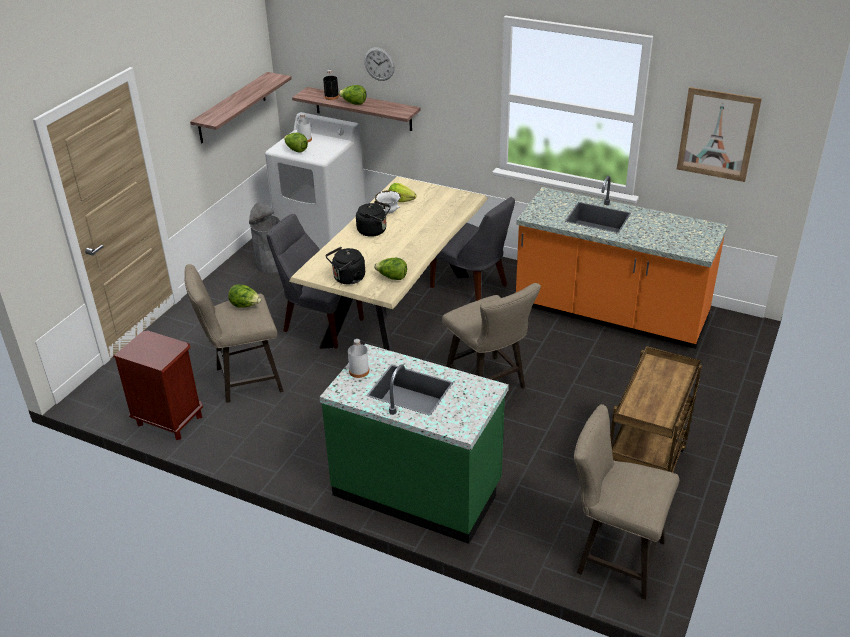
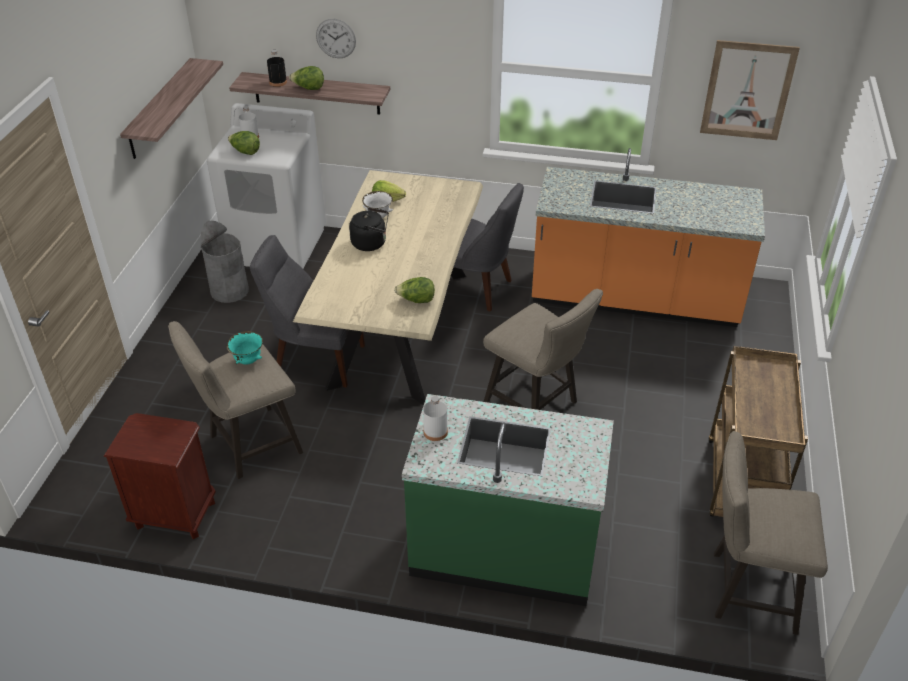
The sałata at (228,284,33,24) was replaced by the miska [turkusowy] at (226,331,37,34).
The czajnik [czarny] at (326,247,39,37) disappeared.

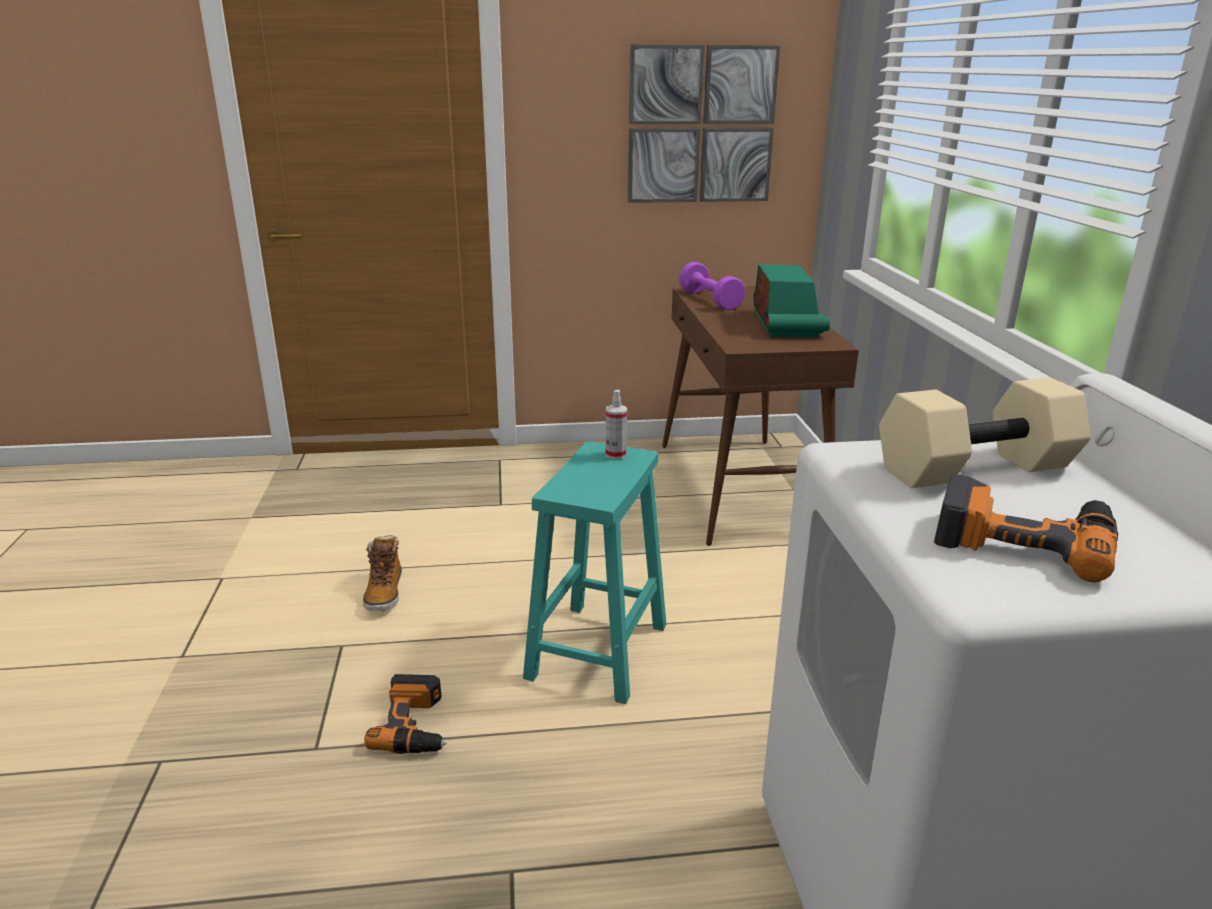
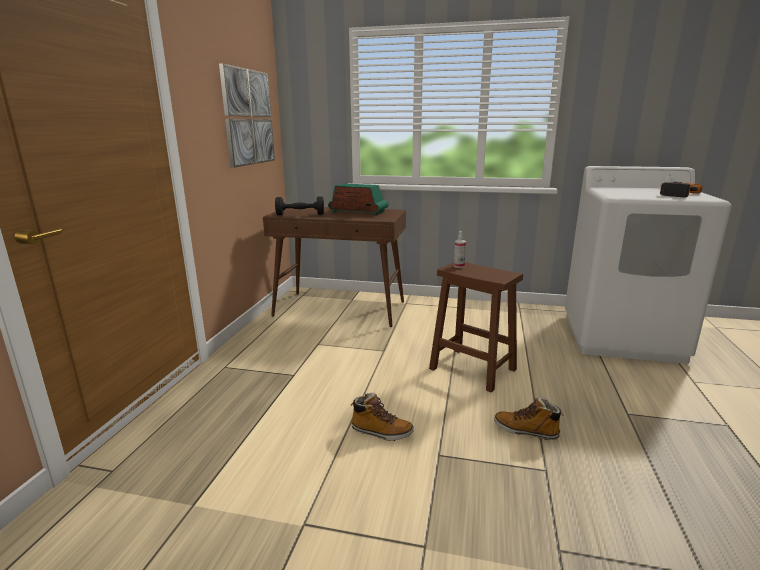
The hantel [fioletowy] at (679,262,66,48) became the hantel [czarny] at (275,196,49,19).
The stołek [turkusowy] at (523,441,144,263) became the stołek [brązowy] at (429,262,94,131).
The wiertarka at (364,674,83,80) was replaced by the but z cholewką at (494,397,70,43).
The hantel [beżowy] at (879,378,212,110) disappeared.

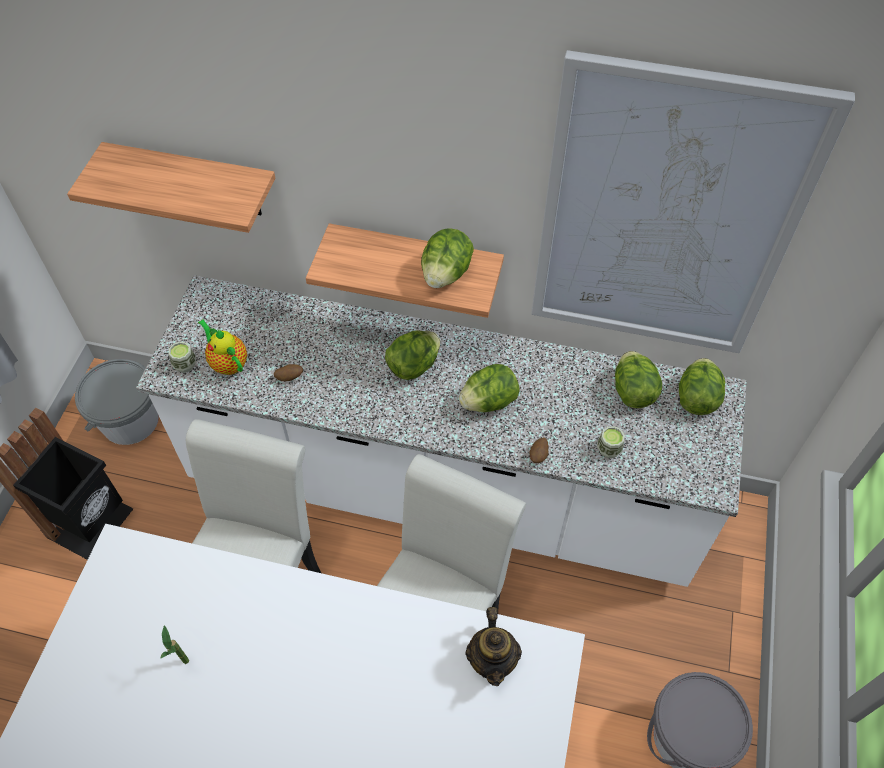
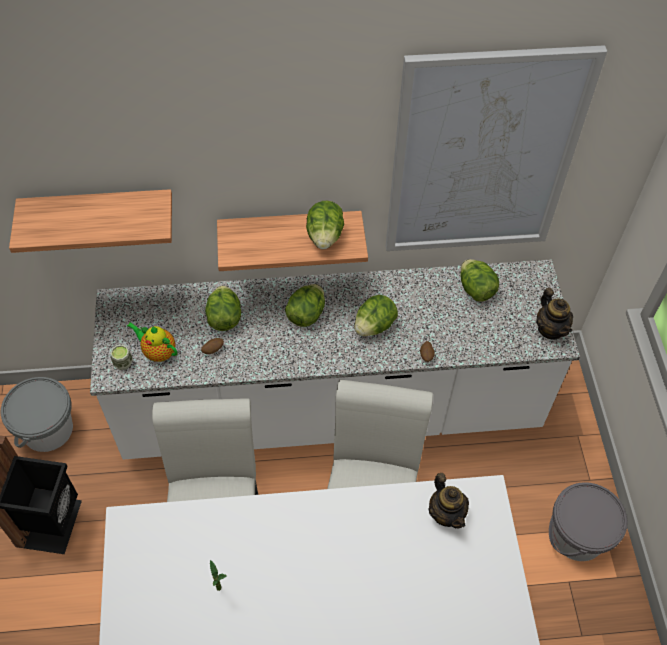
The sałata moved from (679,358,46,57) to (205,285,36,46).
The imbryk at (536,288,37,52) appeared.
The filiżanka at (597,426,28,32) disappeared.

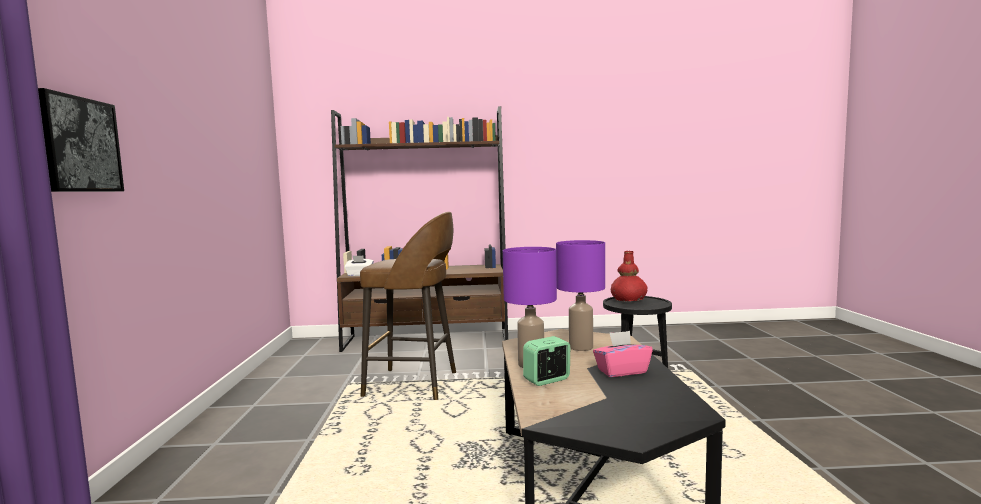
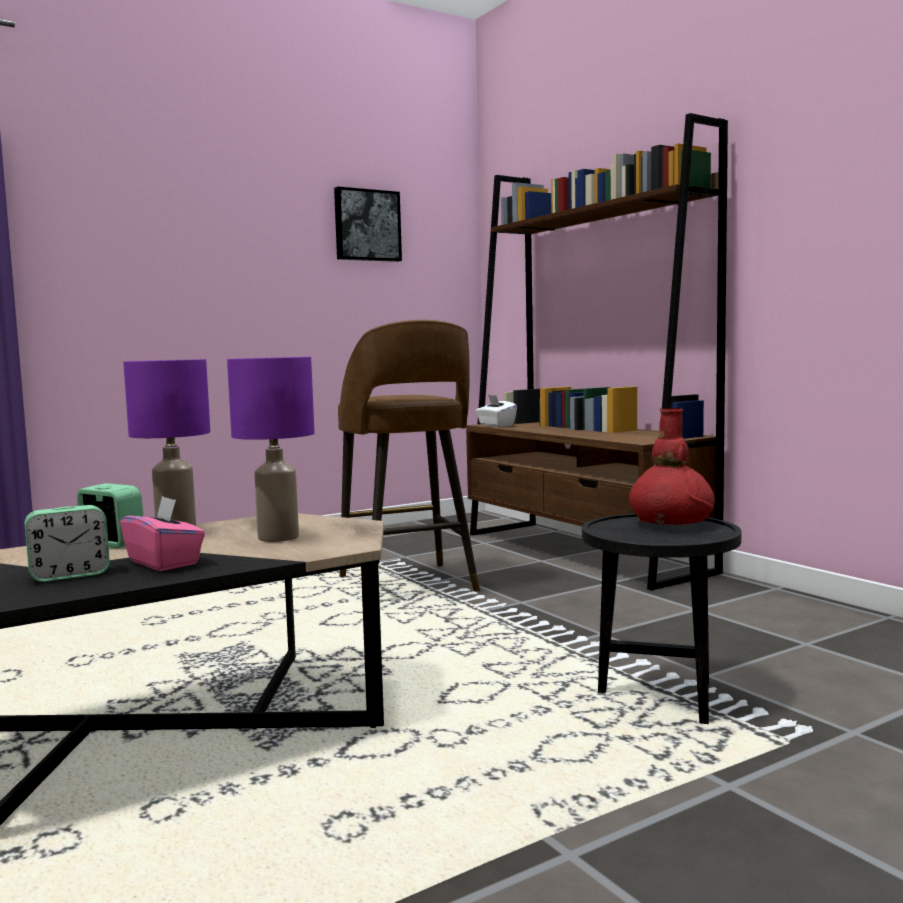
The budzik at (25,505,85,77) appeared.
The obraz moved from (38,88,86,104) to (334,187,68,75).

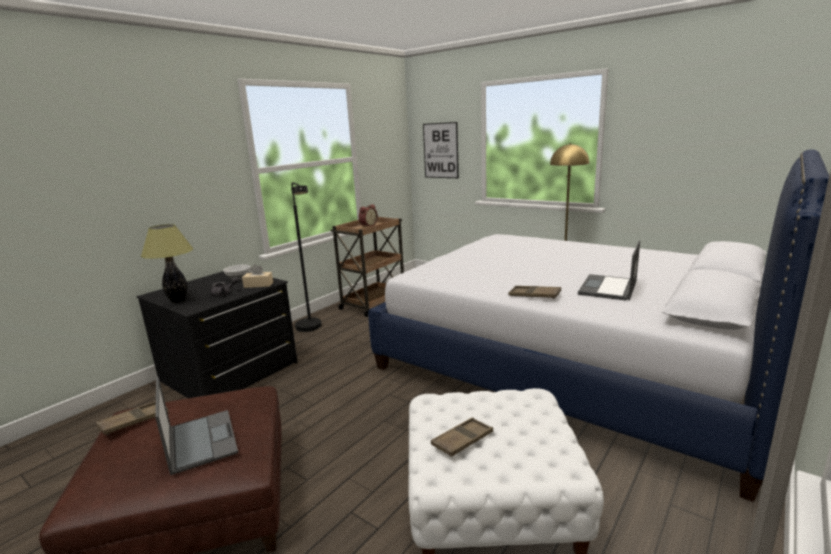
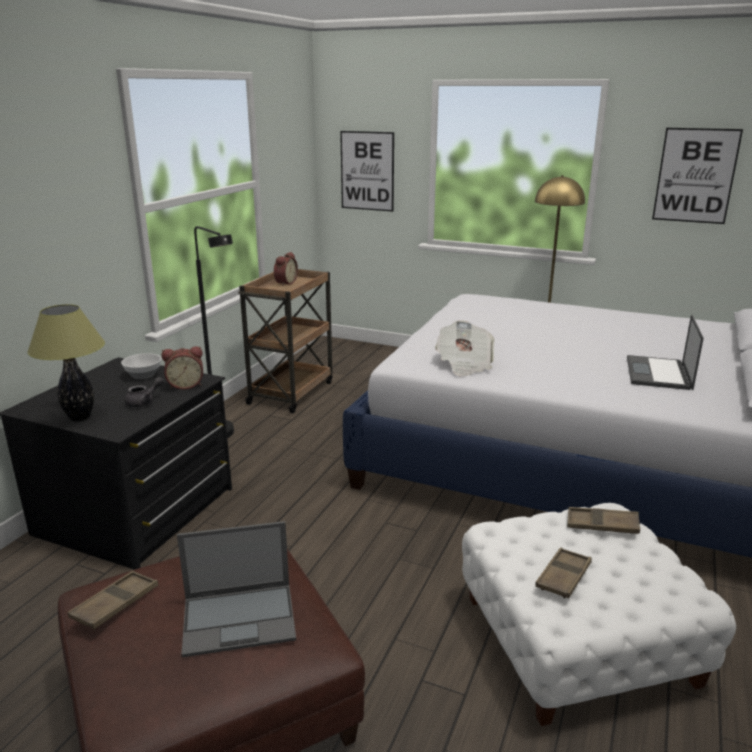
The pudełko chusteczek [beżowy] at (242,264,31,24) was replaced by the budzik at (161,346,42,44).
The laptop at (155,377,83,98) turned 120 degrees clockwise.
The gazeta at (435,320,60,56) appeared.
The taca [brązowy] moved from (508,286,53,13) to (567,507,73,27).
The obraz at (652,128,91,96) appeared.

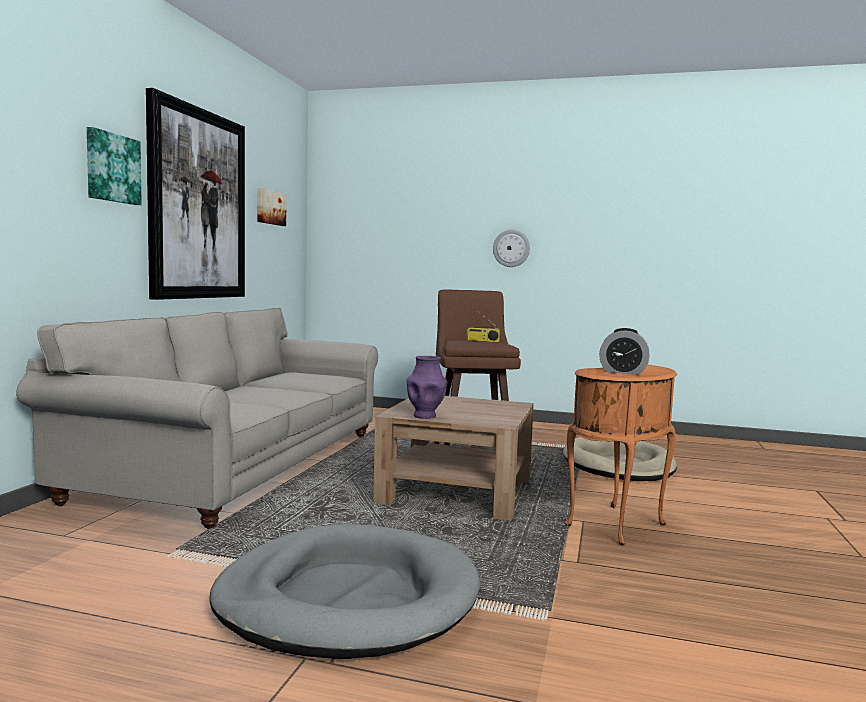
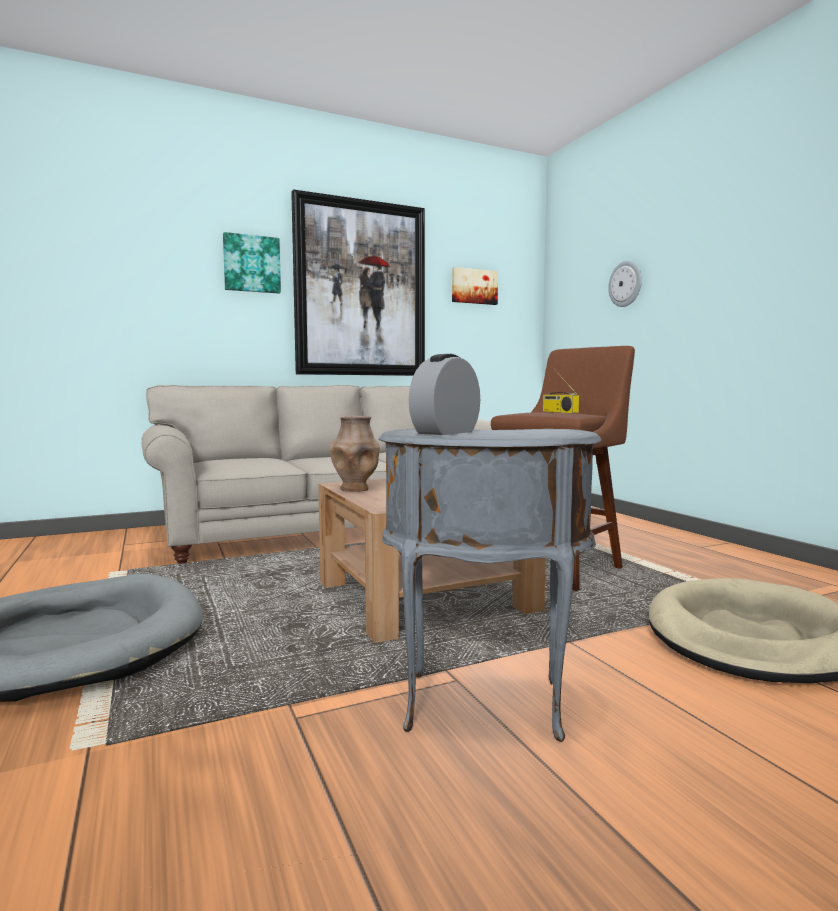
The wazon [fioletowy] at (406,356,41,63) became the wazon [brązowy] at (330,416,50,76).
The stolik [pomarańczowy] at (564,364,113,182) became the stolik [szary] at (379,429,222,313).
The budzik at (599,328,51,47) turned 60 degrees clockwise.
The zegar ścienny moved from (493,229,37,38) to (608,261,34,46).

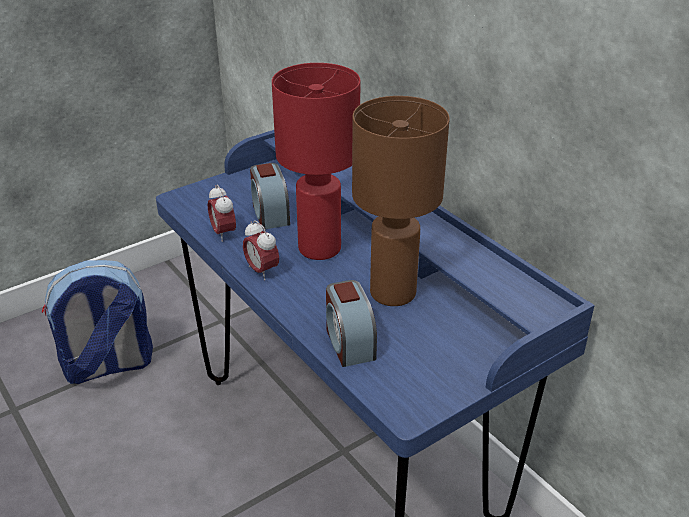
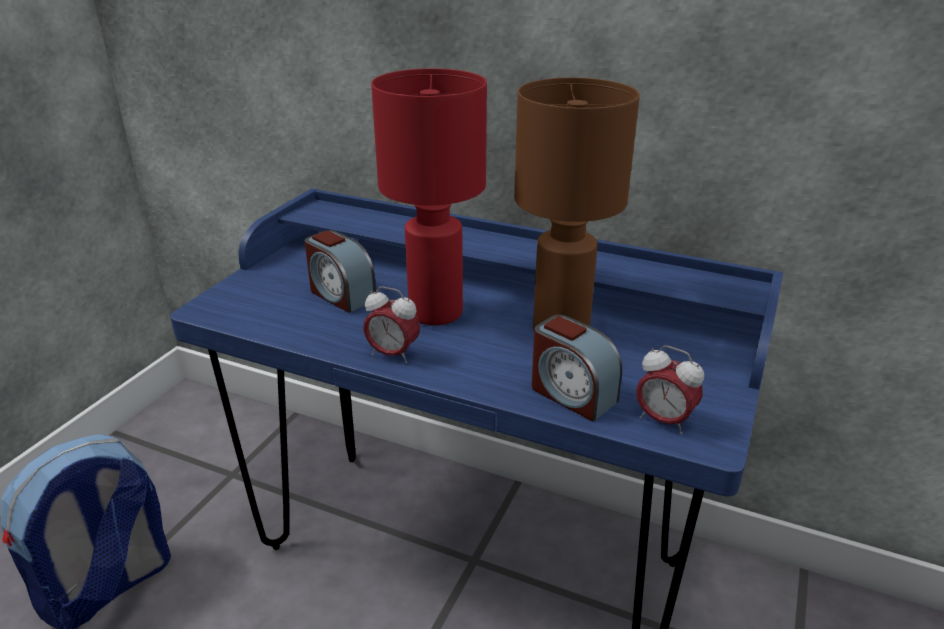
The budzik moved from (208,185,28,57) to (636,345,68,89).

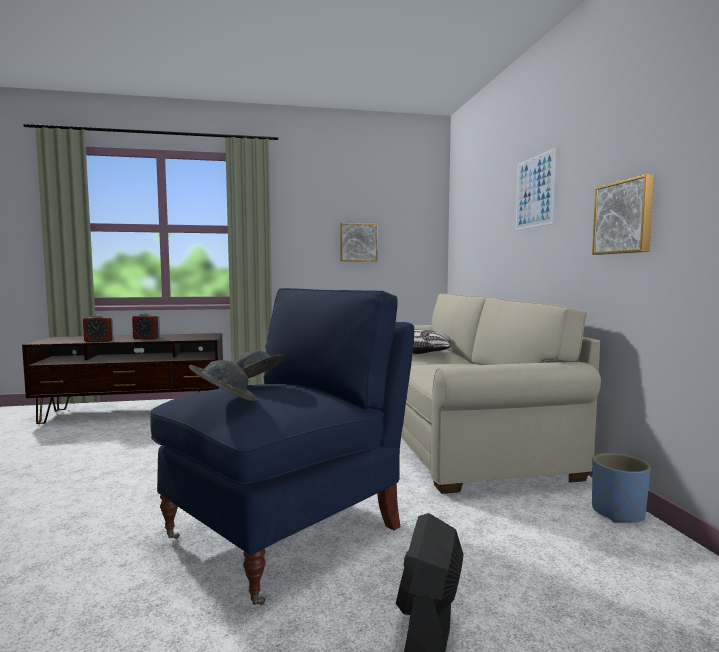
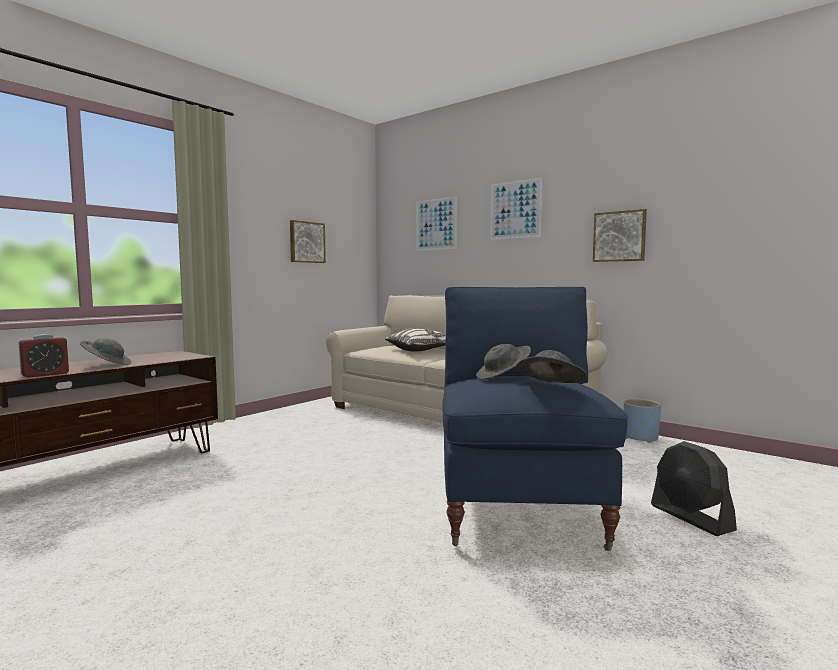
The budzik at (132,313,28,27) was replaced by the kapelusz [szary] at (80,338,51,27).
The obraz at (416,196,41,55) appeared.

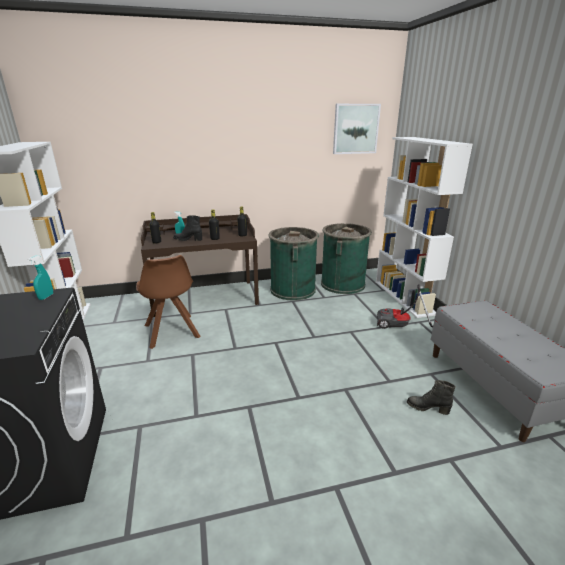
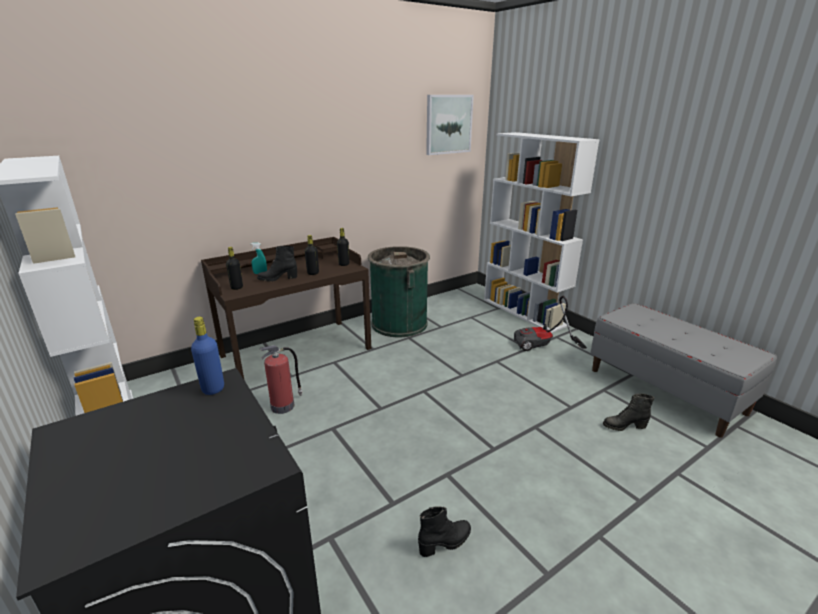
The spryskiwacz [turkusowy] at (28,255,25,45) was replaced by the butelka [niebieski] at (191,317,33,78).
The krzesło [brązowy] at (136,255,65,94) was replaced by the gaśnica at (259,345,43,69).
The but z cholewką [czarny] at (418,506,53,51) appeared.
The kosz na śmieci [zielony] at (321,223,51,71) disappeared.

